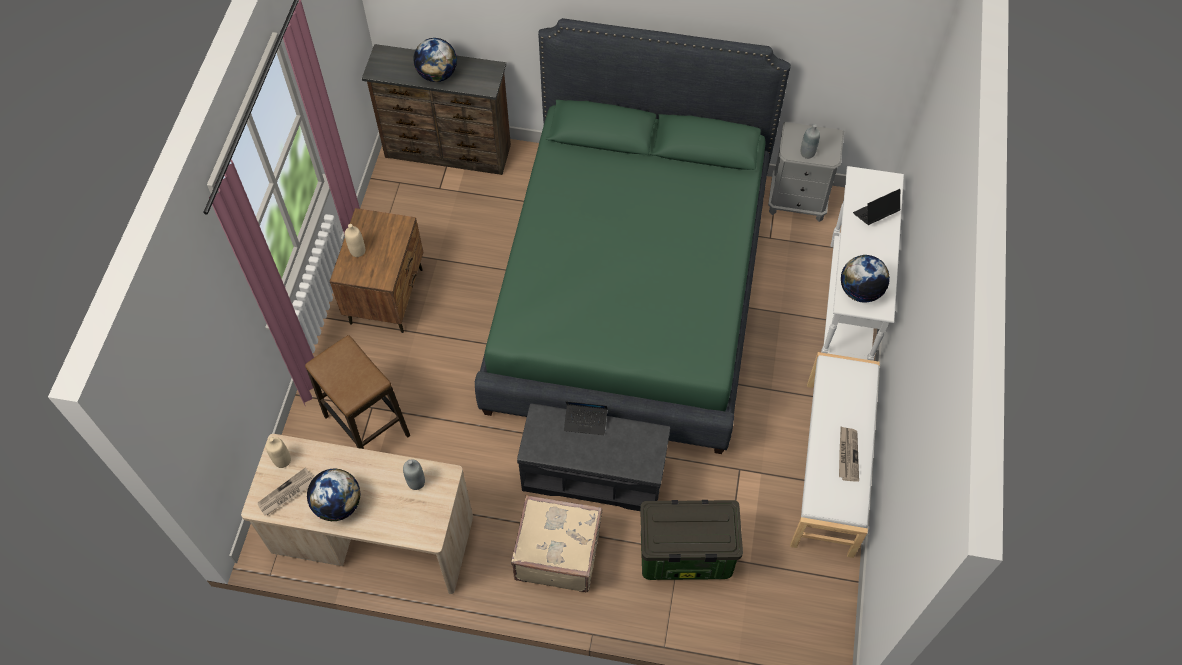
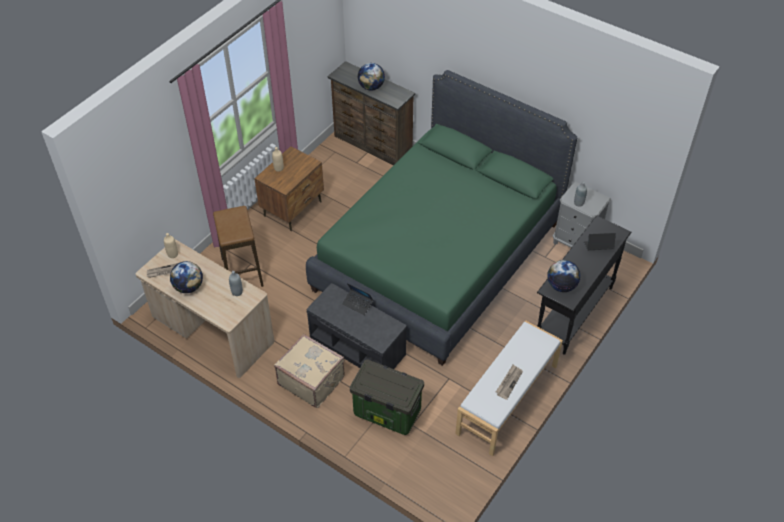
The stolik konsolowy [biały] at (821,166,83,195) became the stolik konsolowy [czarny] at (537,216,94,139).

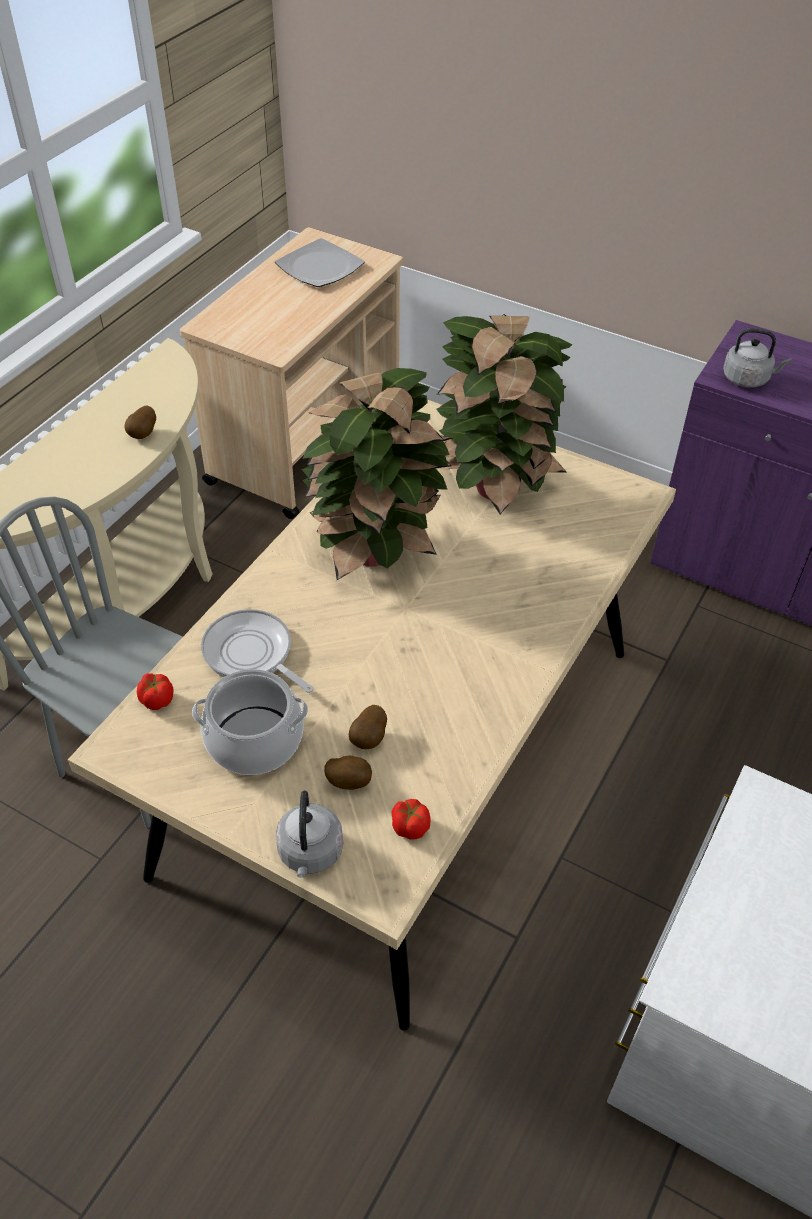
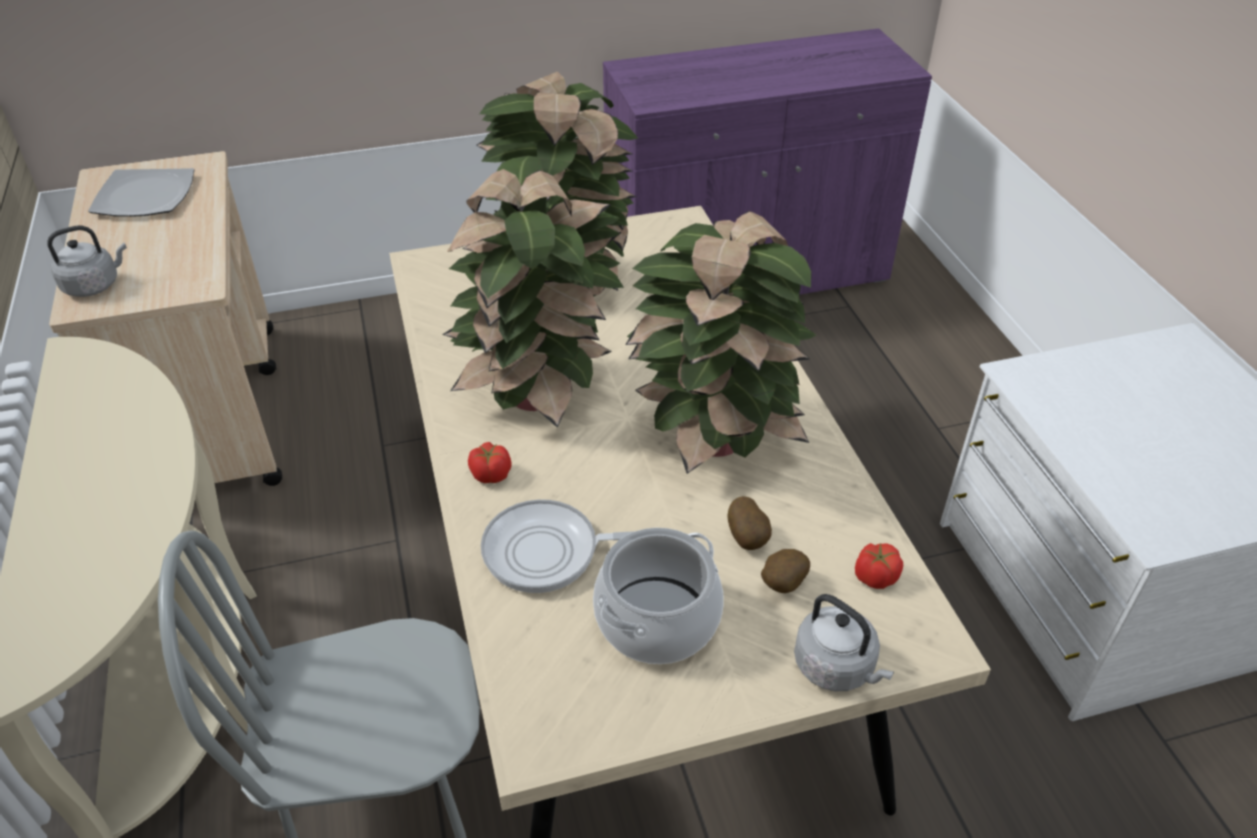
The czajnik [szary] moved from (723,328,69,60) to (47,225,80,72).
The pomidor moved from (137,673,37,37) to (468,442,43,41).
The roślina doniczkowa at (625,211,191,263) appeared.
The ziemniak at (125,406,31,33) disappeared.

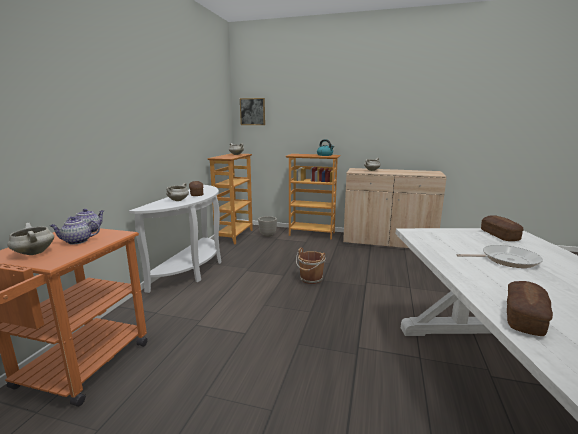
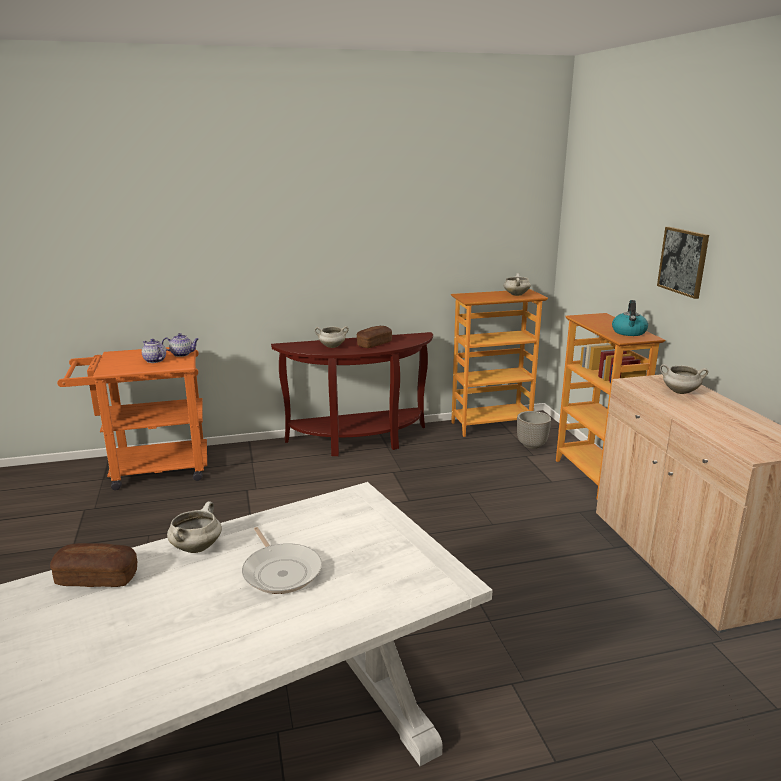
The garnek [biały] moved from (7,223,47,32) to (167,501,55,52).
The stolik konsolowy [biały] at (129,185,93,108) became the stolik konsolowy [brązowy] at (271,332,162,124).
The obraz moved from (240,98,25,27) to (657,227,52,72).
The wiadro [brązowy] at (296,248,29,36) disappeared.
The chleb at (481,215,43,26) disappeared.

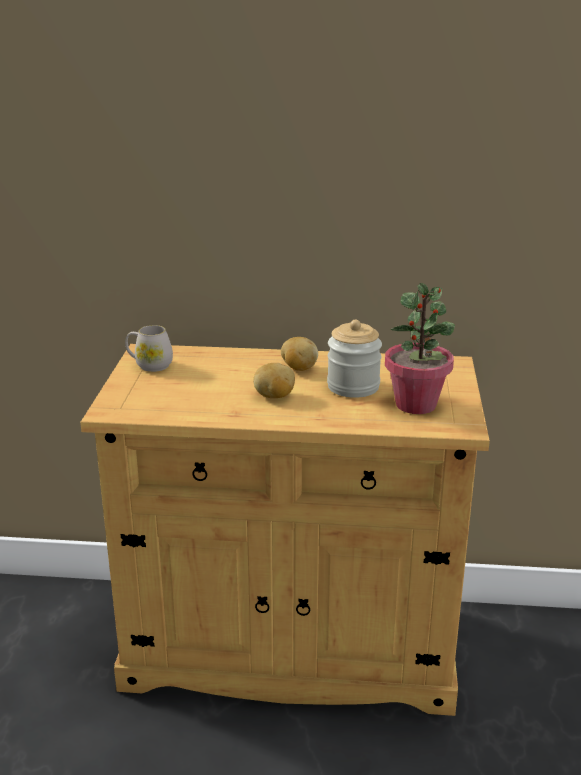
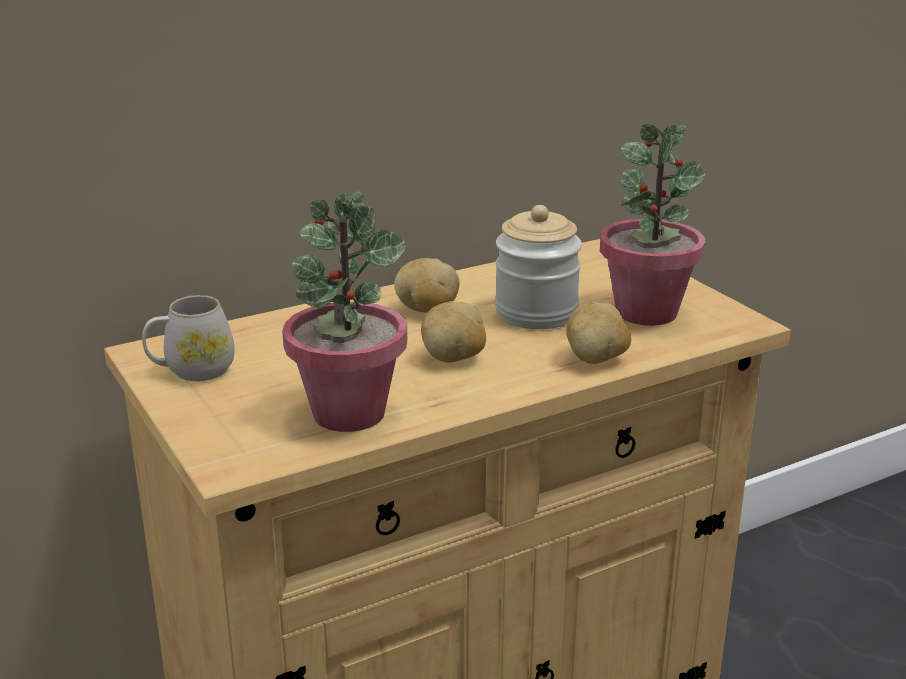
The roślina doniczkowa at (282,192,125,240) appeared.
The ziemniak at (566,302,65,62) appeared.

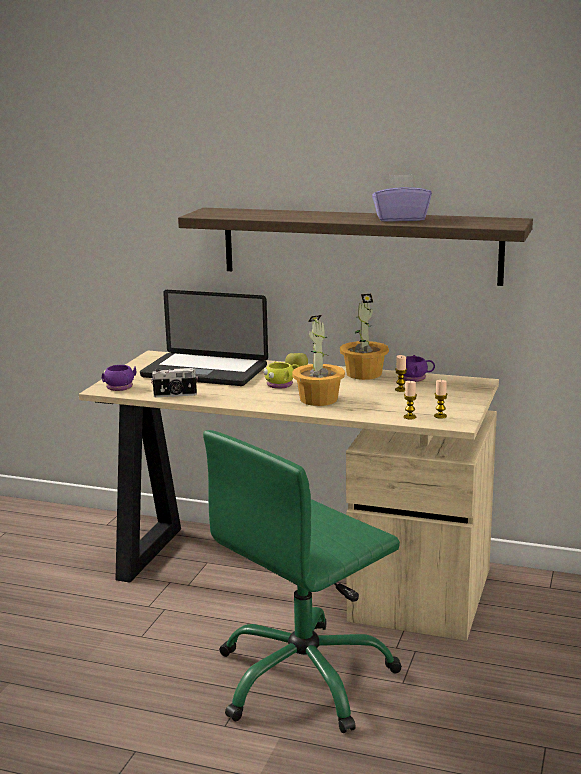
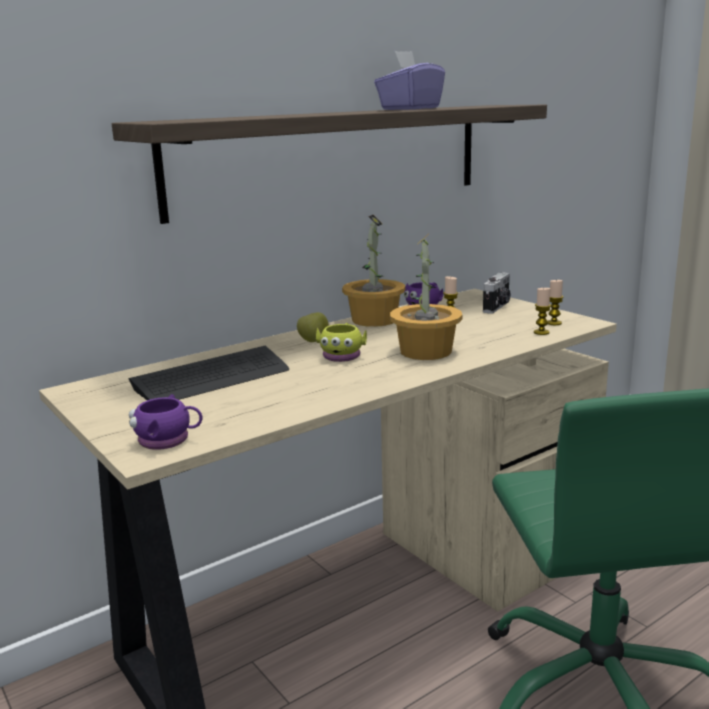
The laptop at (140,290,128,96) was replaced by the klawiatura at (129,346,160,54).
The aparat fotograficzny moved from (151,368,47,29) to (483,272,27,42).

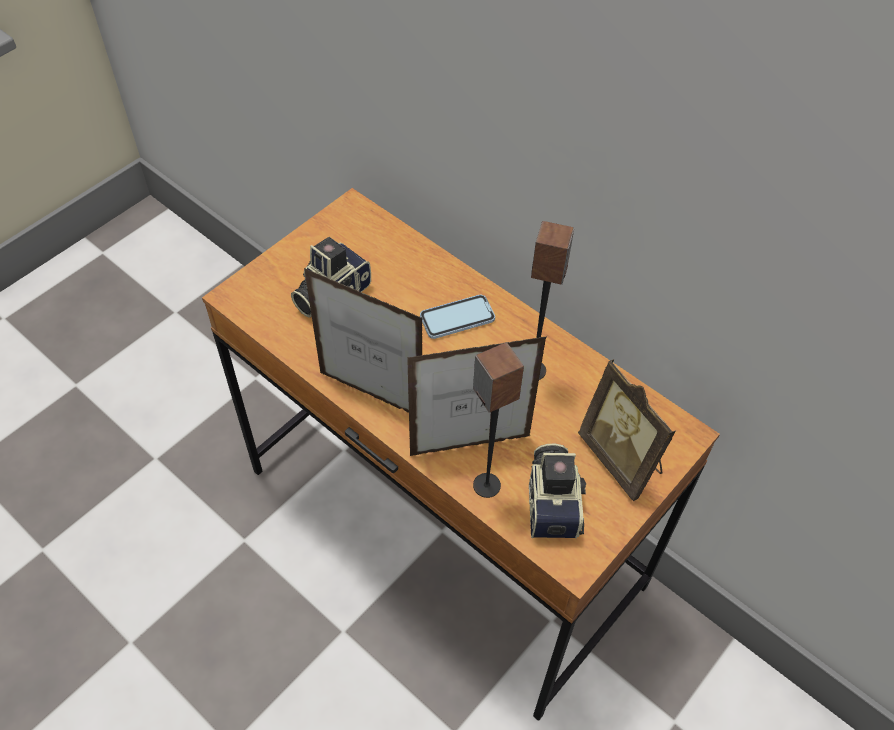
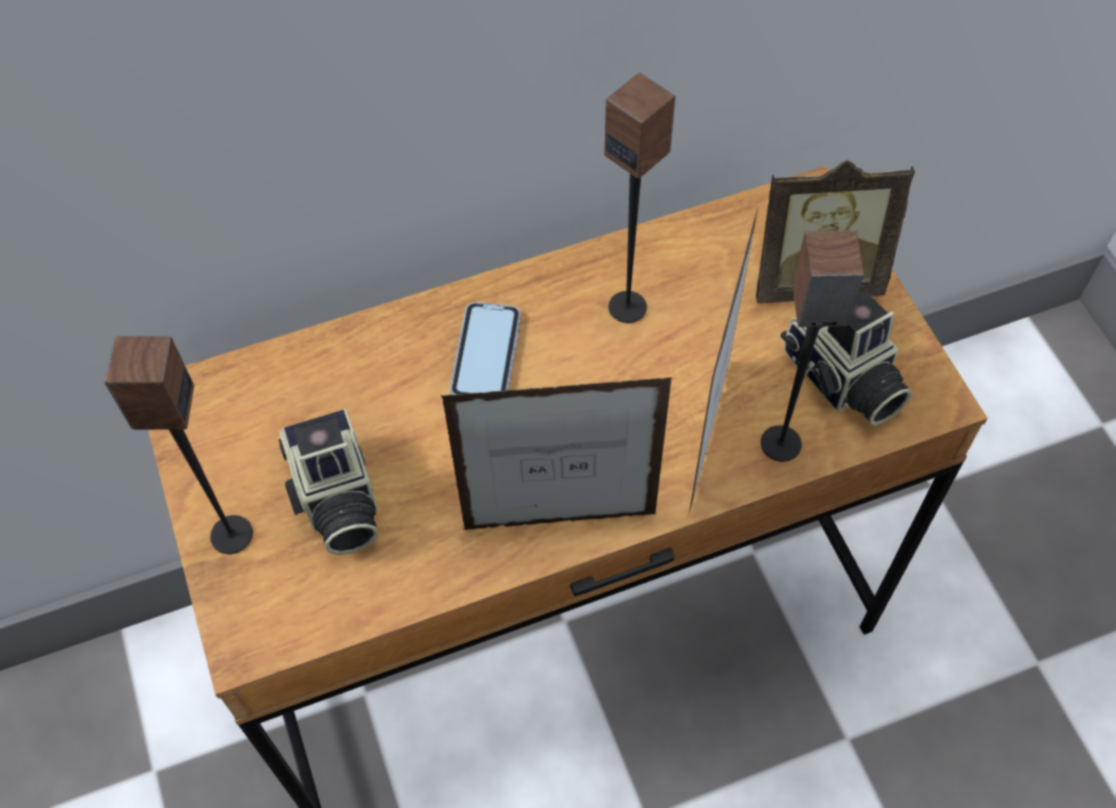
The głośnik at (104,336,149,218) appeared.
The ramka na zdjęcie at (304,268,119,144) turned 150 degrees counterclockwise.
The aparat fotograficzny at (529,444,57,95) turned 150 degrees counterclockwise.

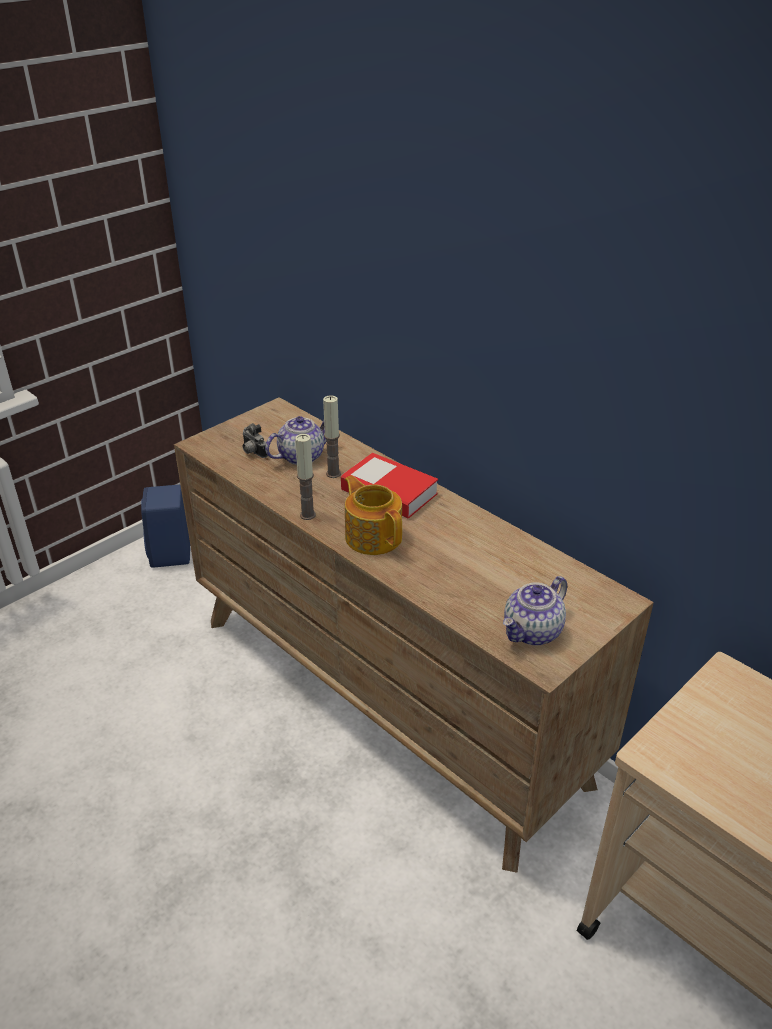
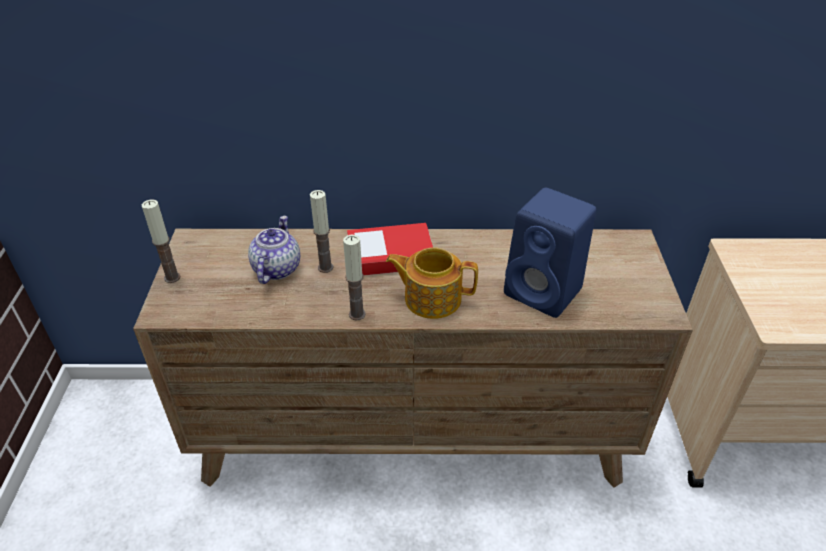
The świeca at (142,200,38,83) appeared.
The głośnik [niebieski] moved from (141,485,49,83) to (504,187,92,131).
The aparat fotograficzny at (243,423,25,35) disappeared.
The imbryk at (503,576,64,69) disappeared.

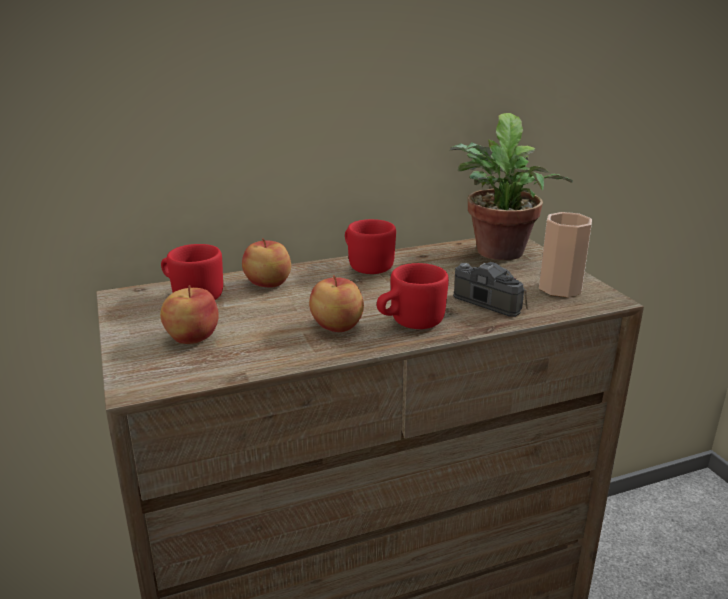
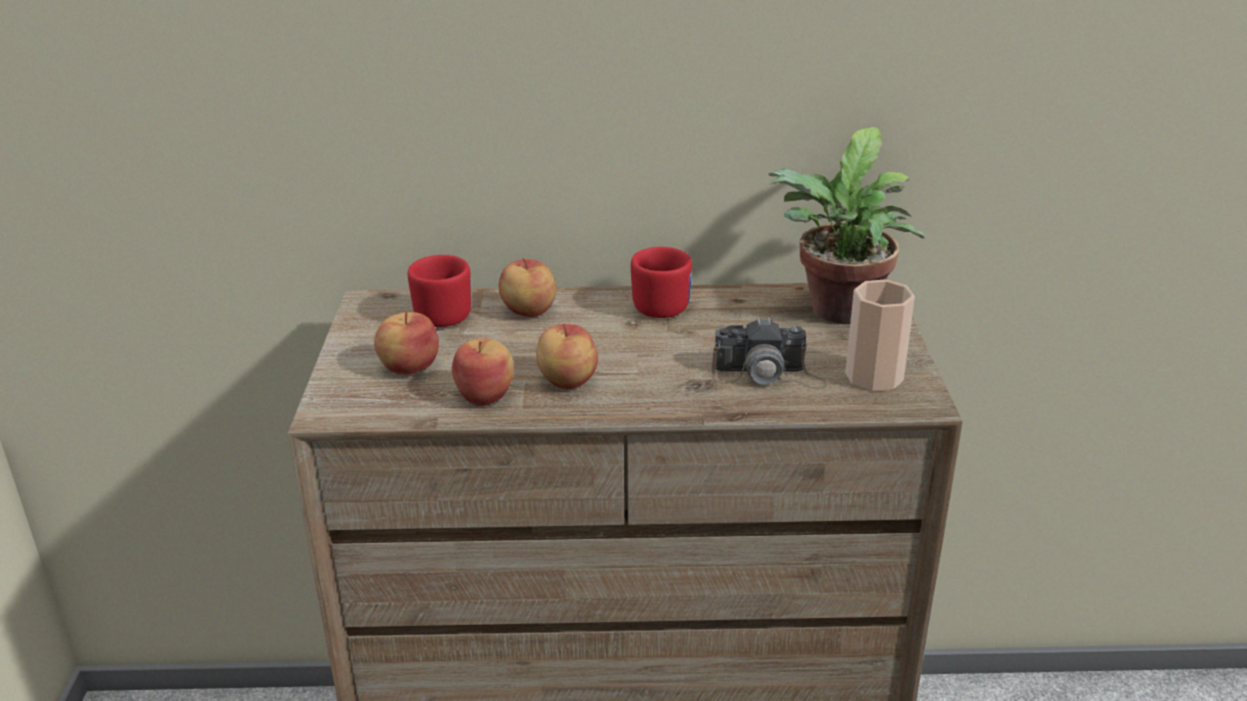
The jabłko at (452,338,62,68) appeared.
The aparat fotograficzny at (453,262,78,55) turned 120 degrees clockwise.
The kubek [czerwony] at (377,263,72,66) disappeared.

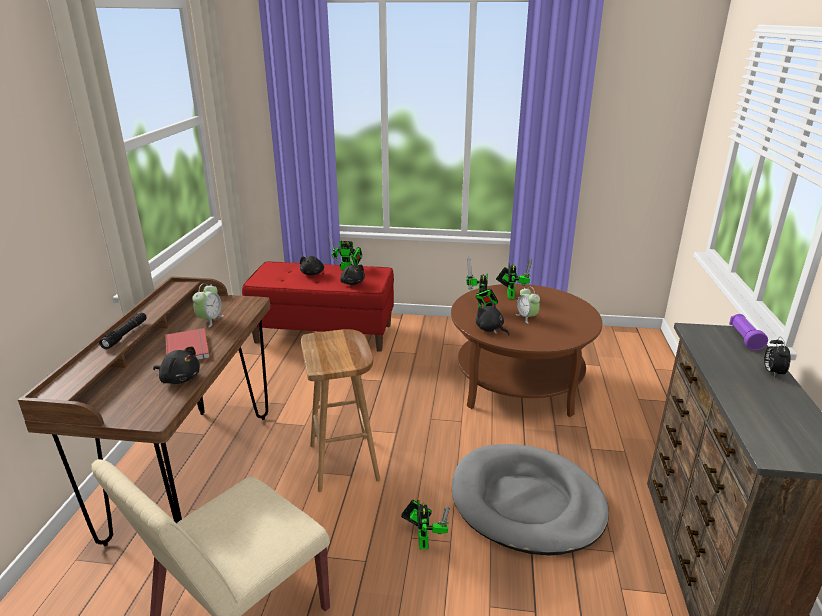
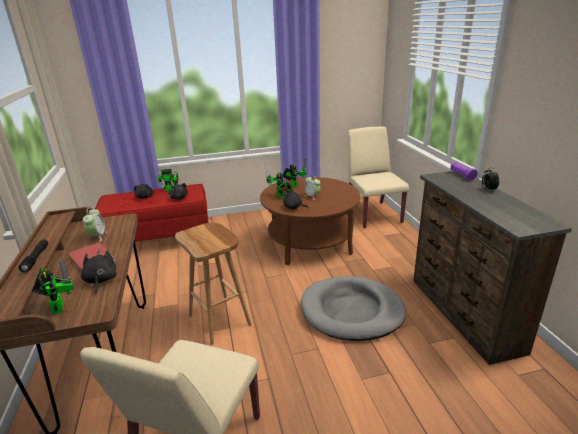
The robot zabawkowy moved from (401,500,49,49) to (32,259,42,56).
The pluszak [czarny] at (153,346,47,38) turned 105 degrees counterclockwise.
The krzesło [beżowy] at (348,127,61,102) appeared.

